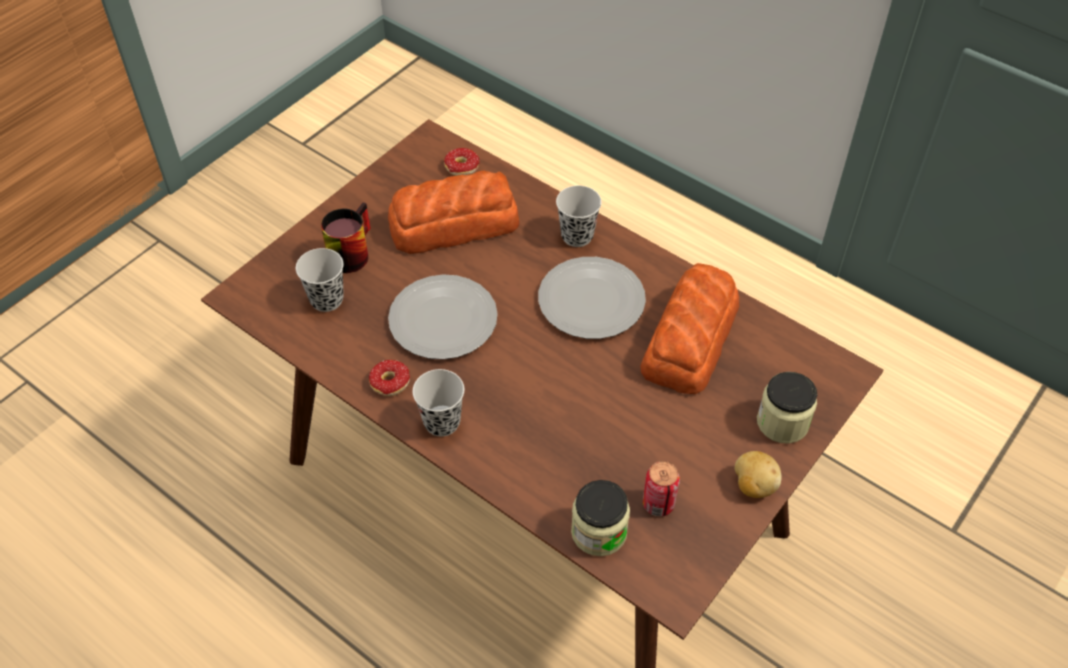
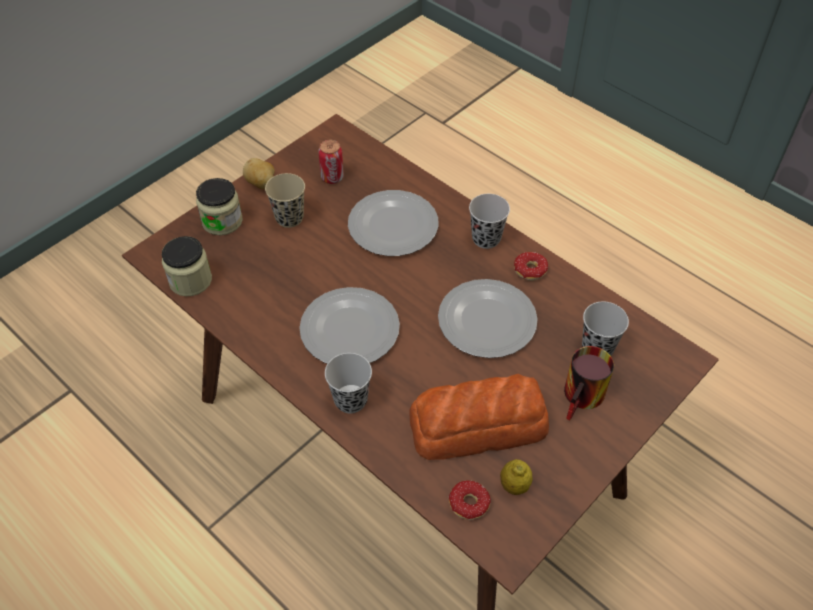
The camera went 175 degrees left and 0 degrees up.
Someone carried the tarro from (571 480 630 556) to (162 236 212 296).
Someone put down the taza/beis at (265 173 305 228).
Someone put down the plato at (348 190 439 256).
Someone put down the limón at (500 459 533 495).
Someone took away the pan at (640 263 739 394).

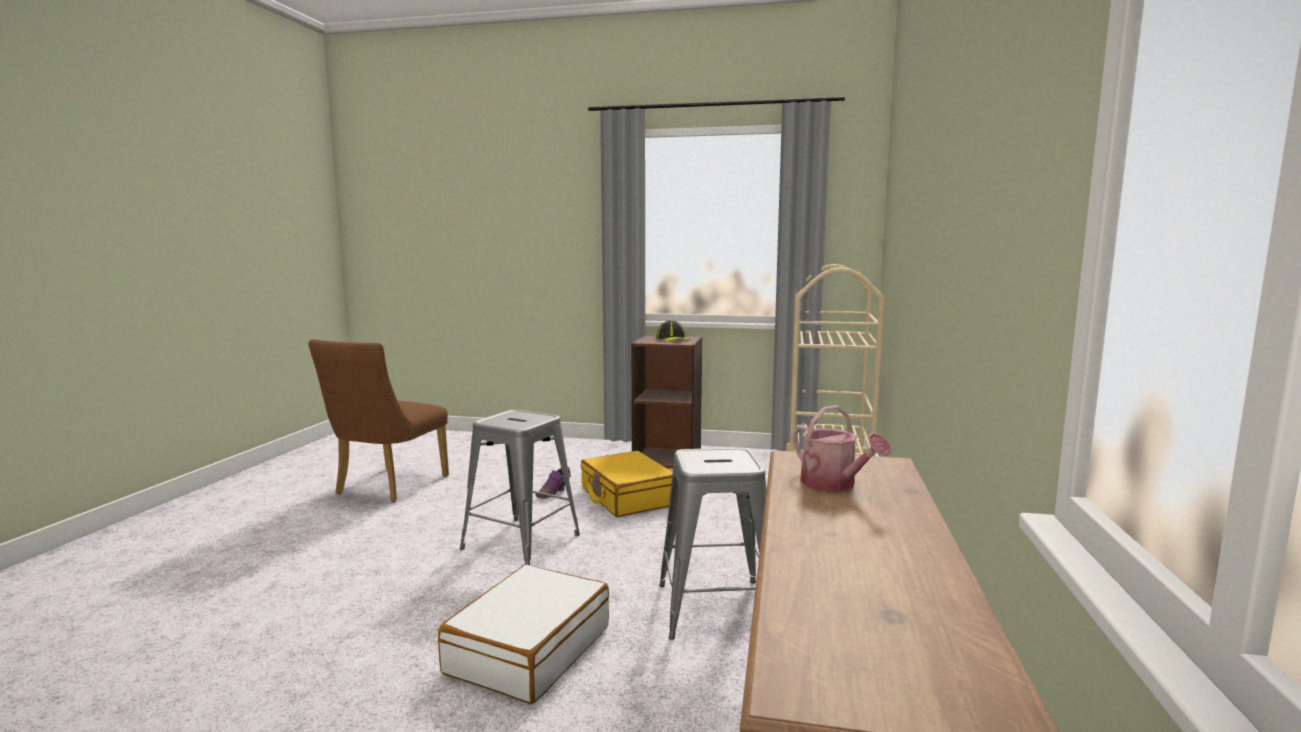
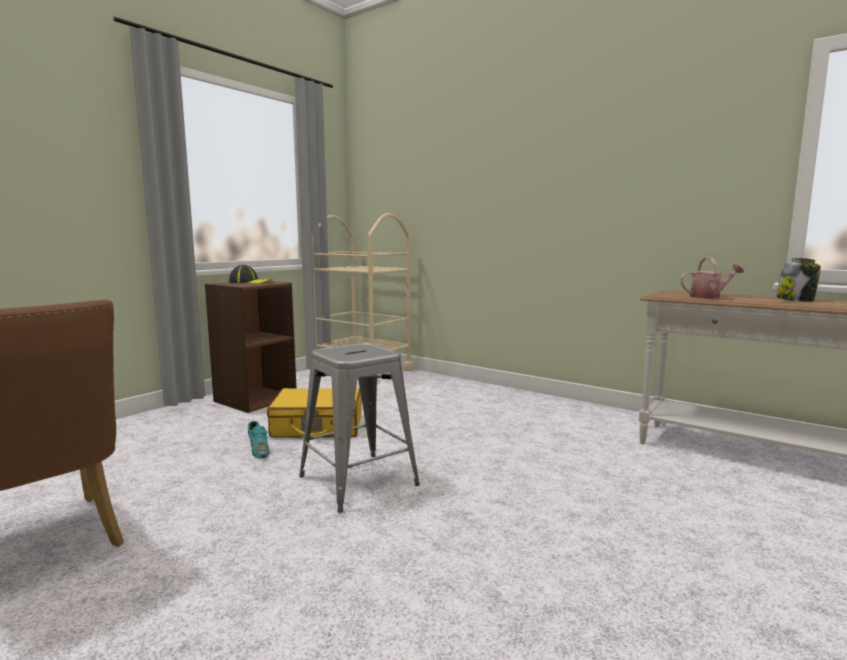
The camera went 65 degrees left and 0 degrees up.
Someone repainted the zapato/morado at (535 467 571 498), which became the zapato/turquesa at (248 421 270 459).
Someone put down the tarro at (777 258 821 302).
Someone took away the maleta/blanco at (438 564 609 704).
Someone took away the taburete/gris at (659 448 767 640).

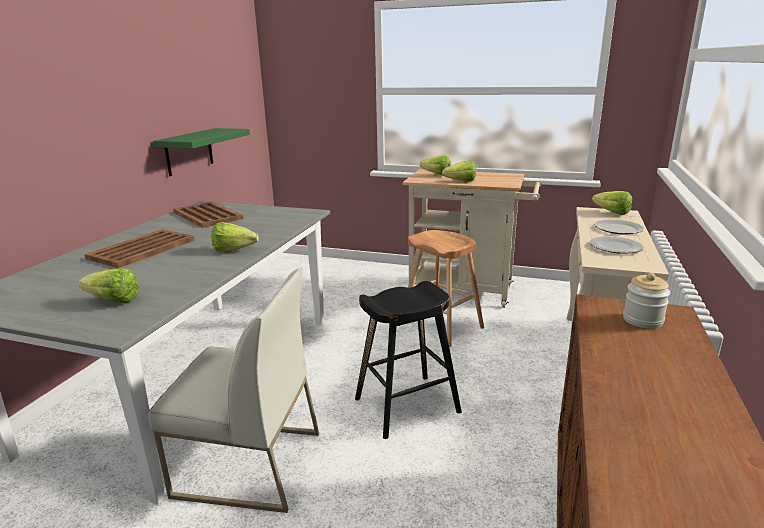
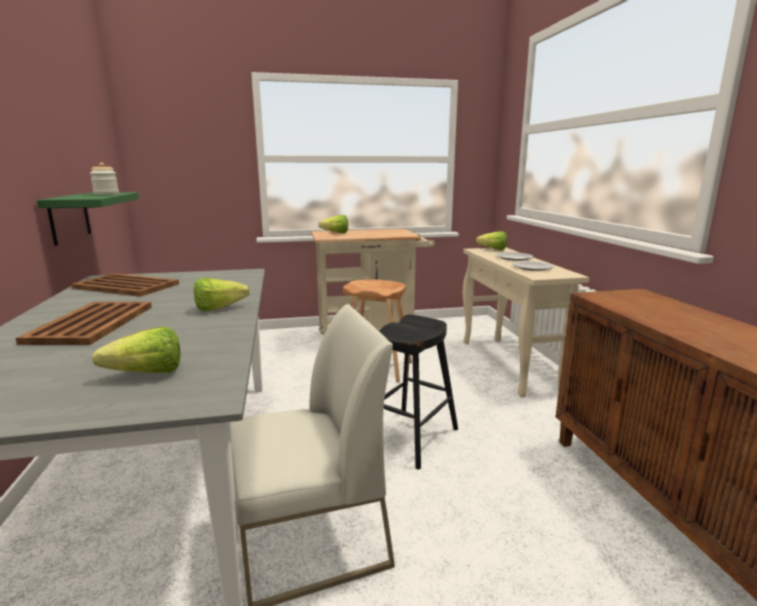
The camera went 30 degrees left and 5 degrees down.
Someone carried the tarro from (623 273 670 329) to (90 162 119 195).
Someone took away the lechuga at (442 161 476 182).

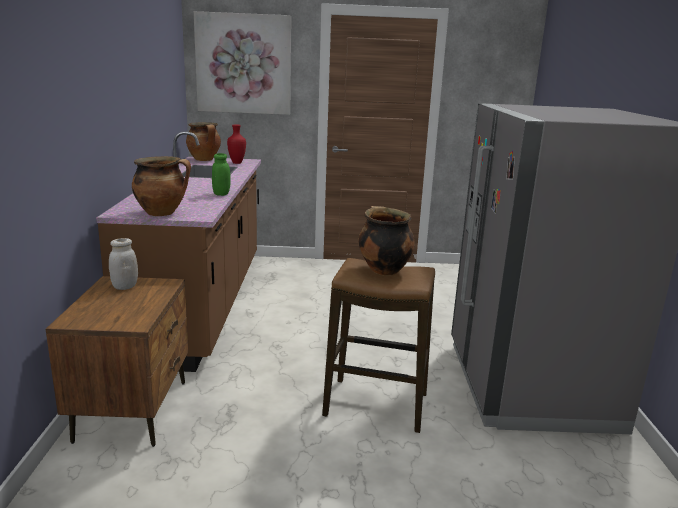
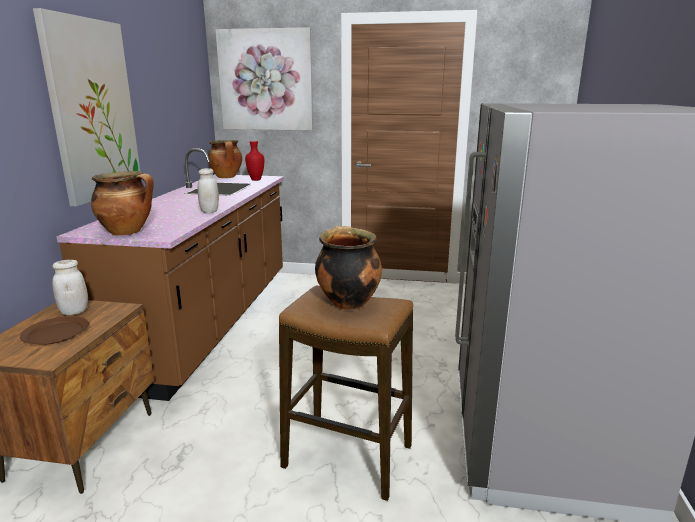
The camera went 10 degrees right and 0 degrees up.
Someone put down the plato/marrón at (20 316 89 345).
Someone put up the cuadro at (33 8 142 207).
Someone repainted the tarro/verde at (212 153 231 196), which became the tarro/blanco at (198 168 219 213).

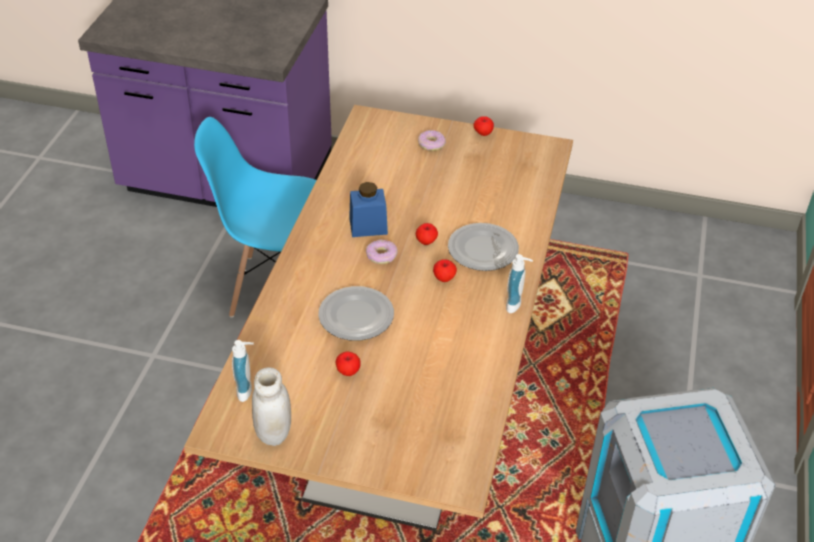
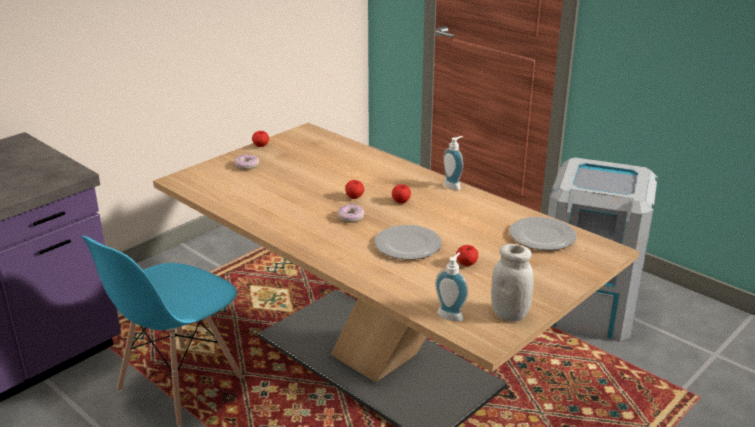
The camera went 60 degrees left and 15 degrees down.
Someone carried the plato from (448 223 519 271) to (509 217 577 250).
Someone took away the tarro/azul at (349 182 388 237).

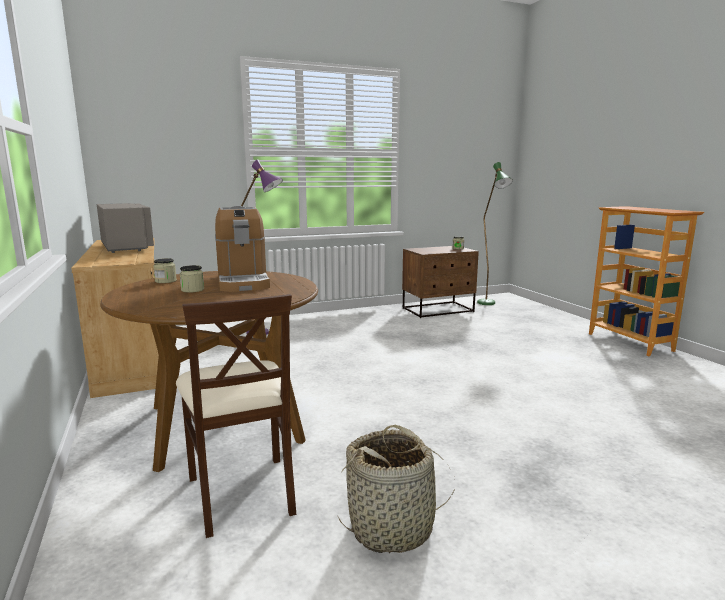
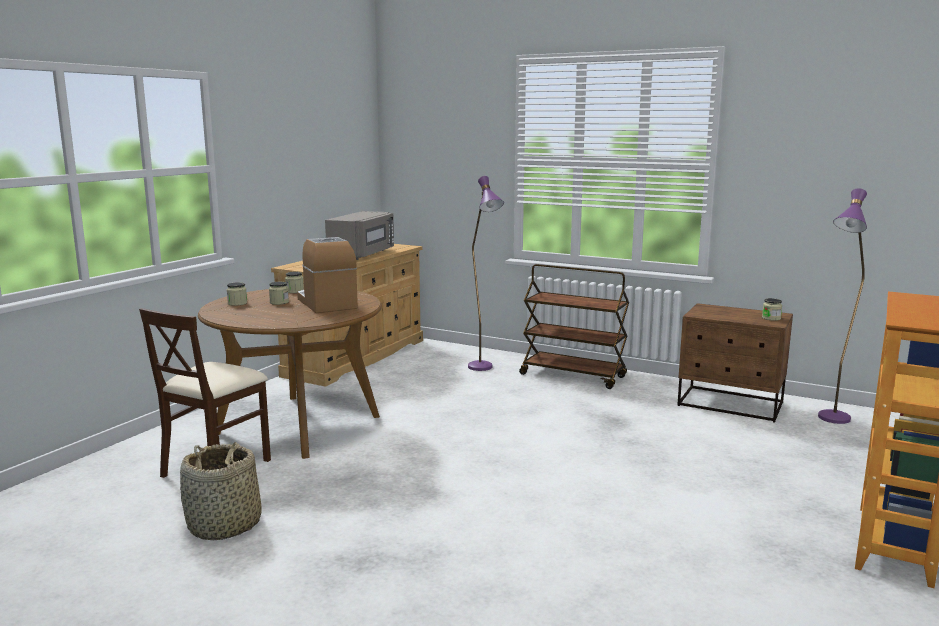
The camera went 50 degrees right and 0 degrees up.
Someone put down the tarro at (227 282 247 306).
Someone rotated the cafetera at (215 206 270 292) by 120 degrees clockwise.
Someone put down the carrito/marrón at (519 264 629 389).
Someone repainted the lámpara de pie/verde at (477 162 513 305), which became the lámpara de pie/morado at (818 188 867 424).

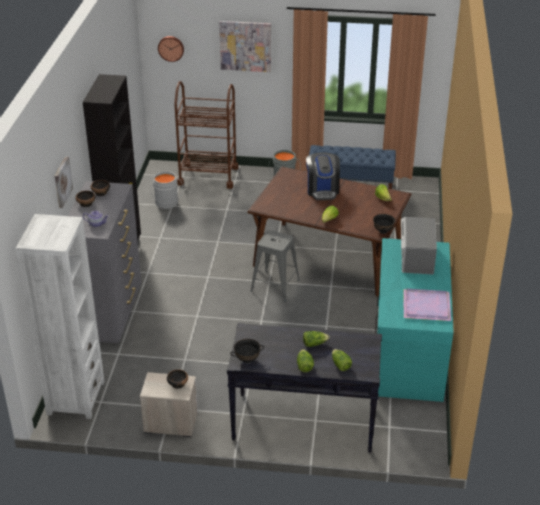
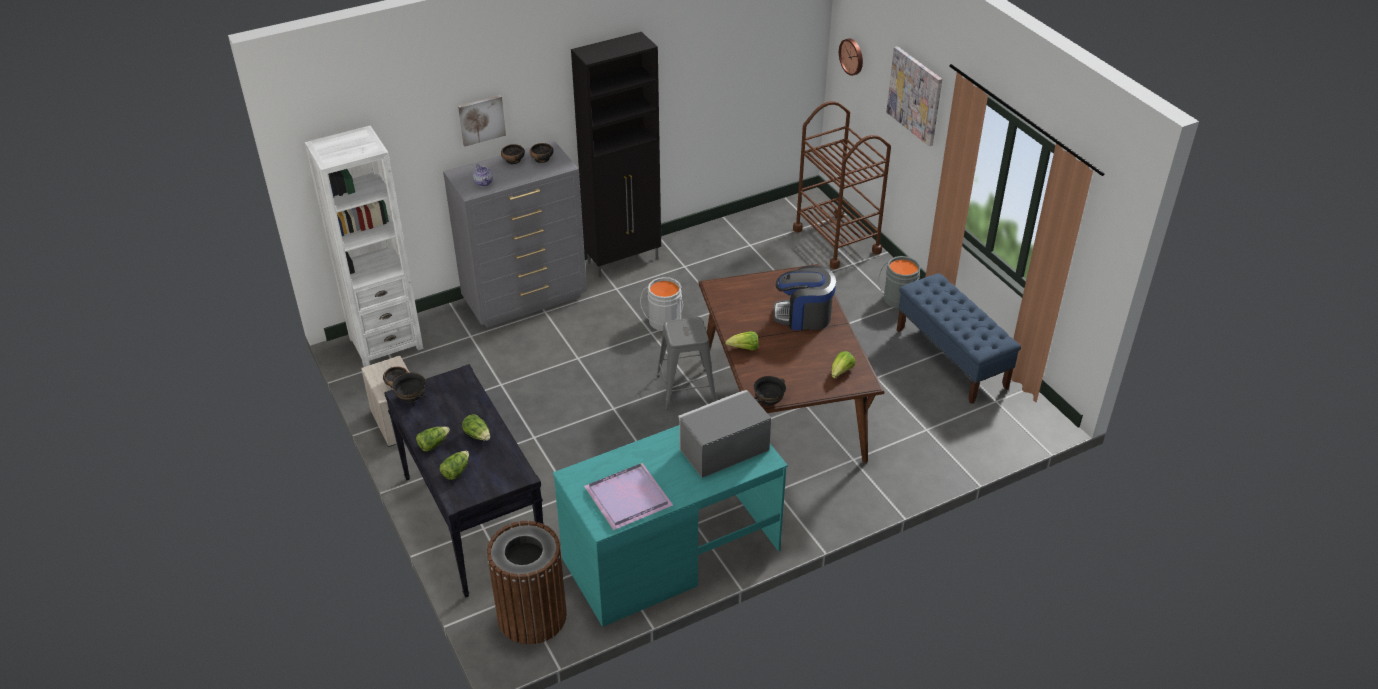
The camera went 55 degrees right and 5 degrees up.
Someone put down the papelera/marrón at (487 521 567 645).
Someone carried the cubo/gris from (151 171 183 209) to (640 277 683 331).
Someone rotated the cafetera at (306 152 340 200) by 45 degrees clockwise.

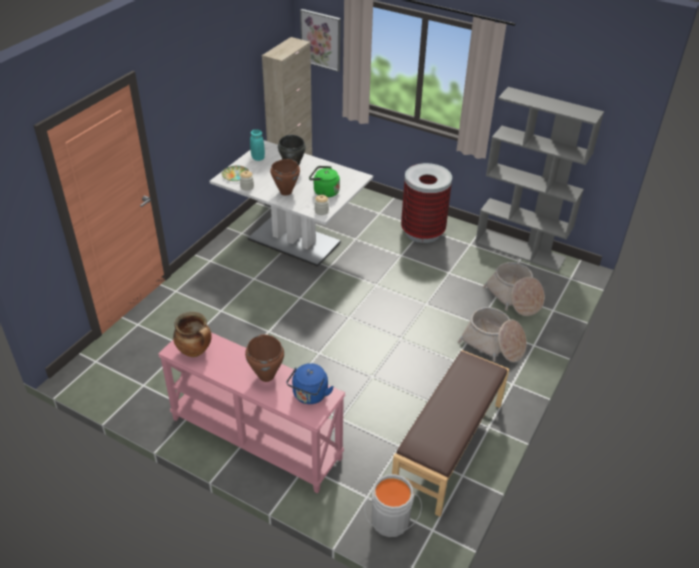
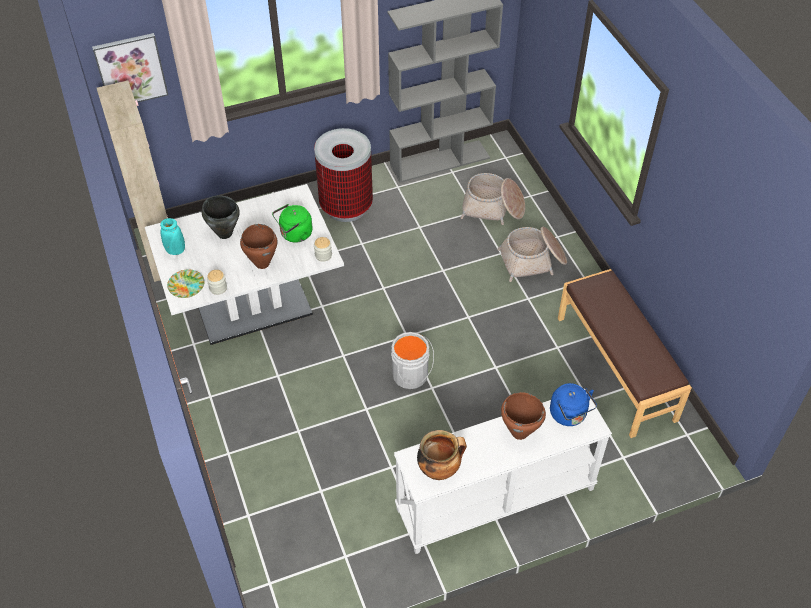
The camera went 50 degrees left and 10 degrees up.
Someone carried the cubo/gris from (364 474 422 537) to (391 332 434 389).
Someone repainted the mesa consola/rosa at (158 332 345 494), which became the mesa consola/blanco at (394 389 612 554).

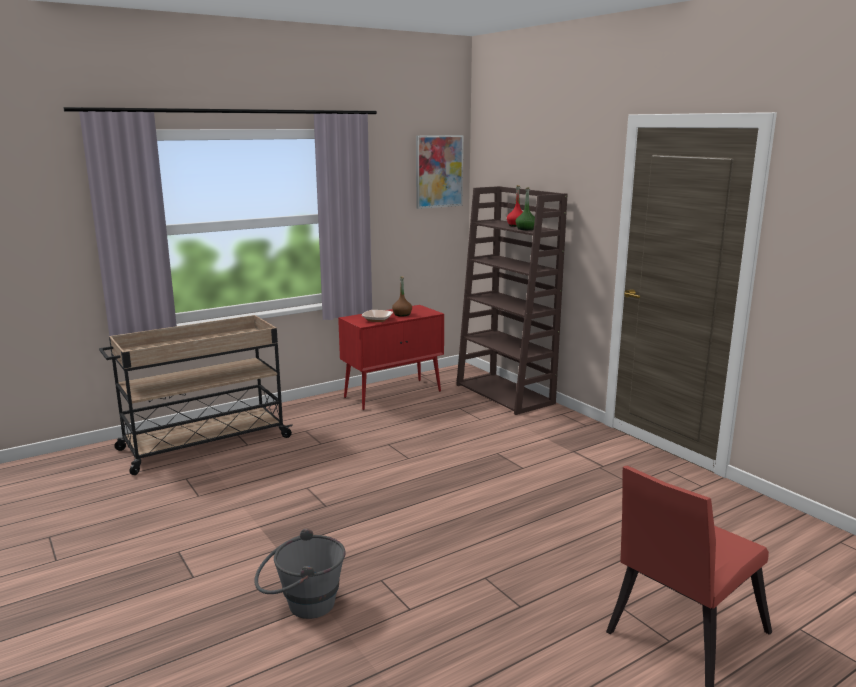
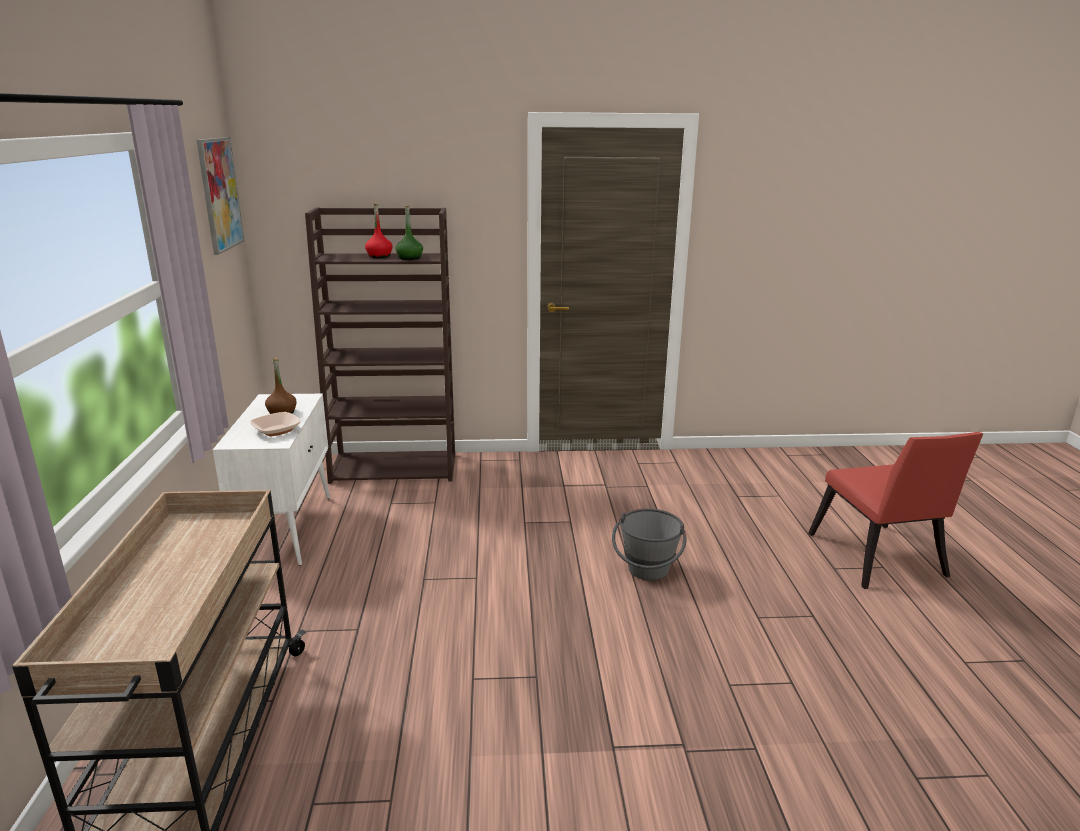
The camera went 60 degrees left and 5 degrees up.
Someone repainted the armario/rojo at (338 305 444 410), which became the armario/blanco at (213 394 330 565).
Someone carried the cubo/gris from (254 529 346 619) to (612 508 687 580).

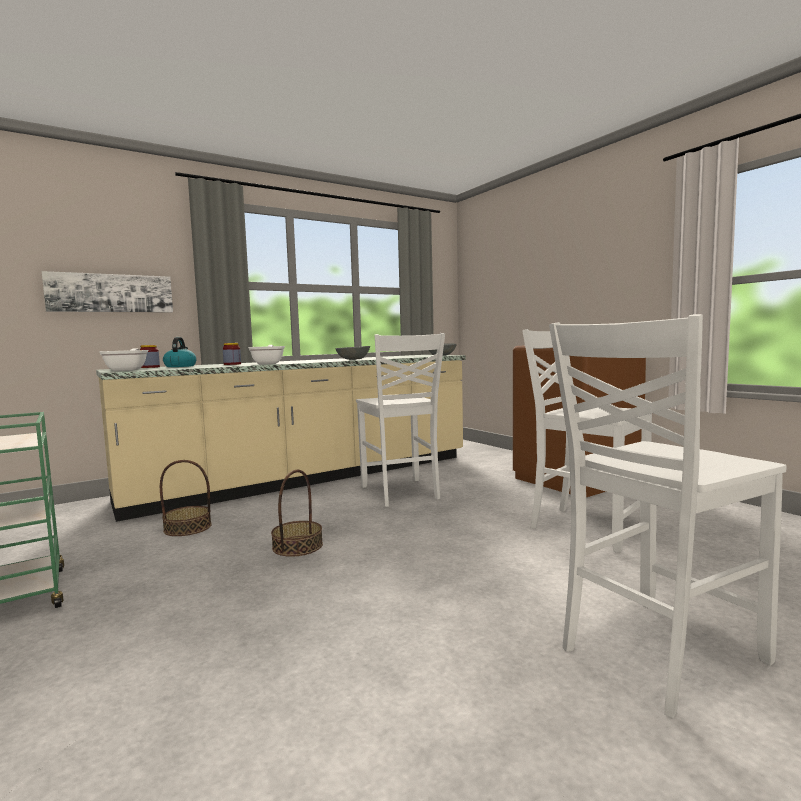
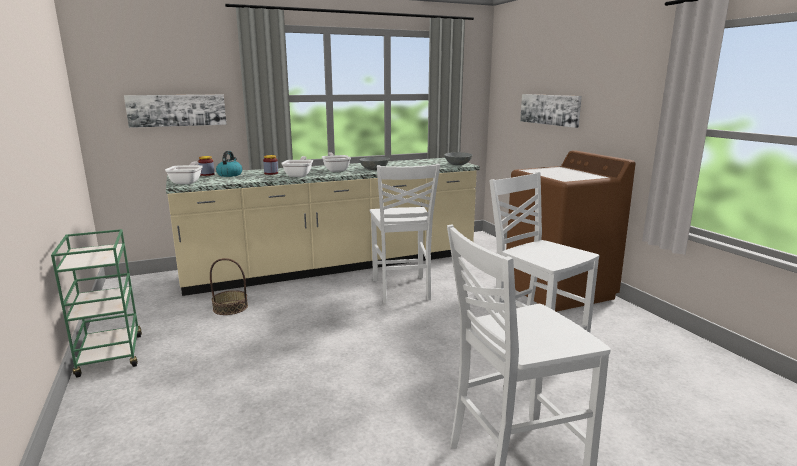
The camera went 10 degrees right and 10 degrees up.
Someone put down the sartén at (322 152 351 172).
Someone put up the cuadro at (520 94 582 128).
Someone took away the cesta at (271 470 323 557).

